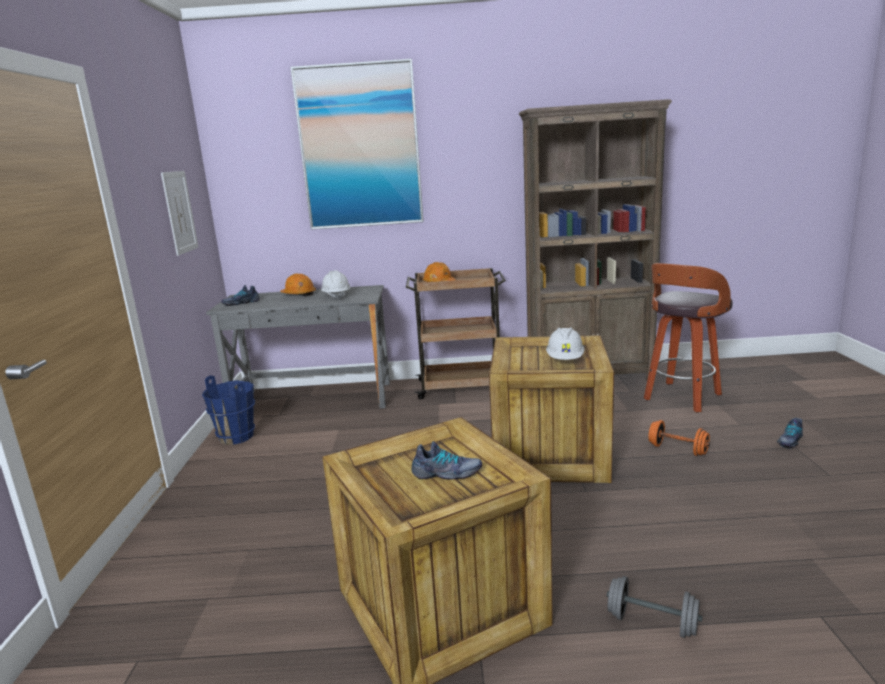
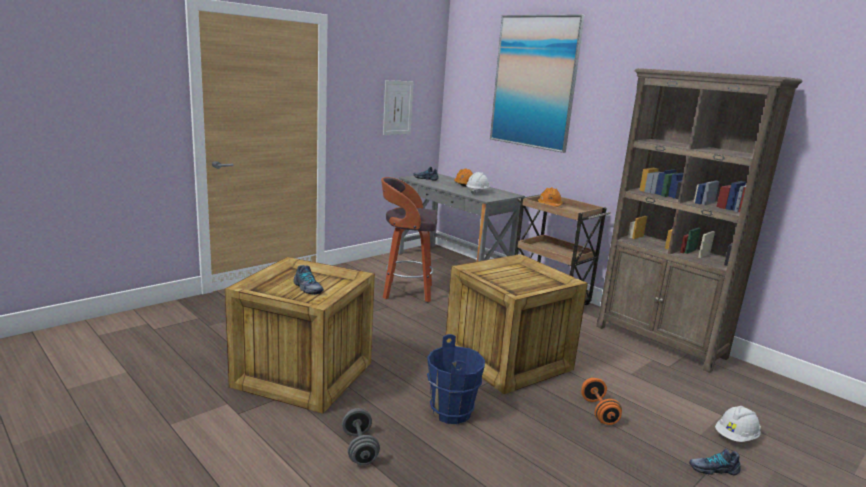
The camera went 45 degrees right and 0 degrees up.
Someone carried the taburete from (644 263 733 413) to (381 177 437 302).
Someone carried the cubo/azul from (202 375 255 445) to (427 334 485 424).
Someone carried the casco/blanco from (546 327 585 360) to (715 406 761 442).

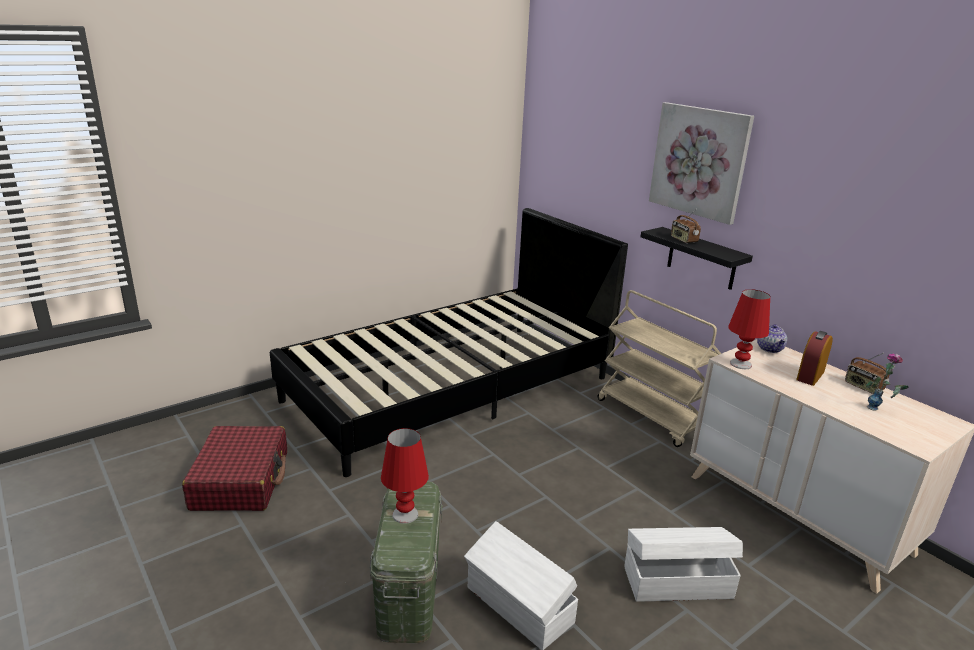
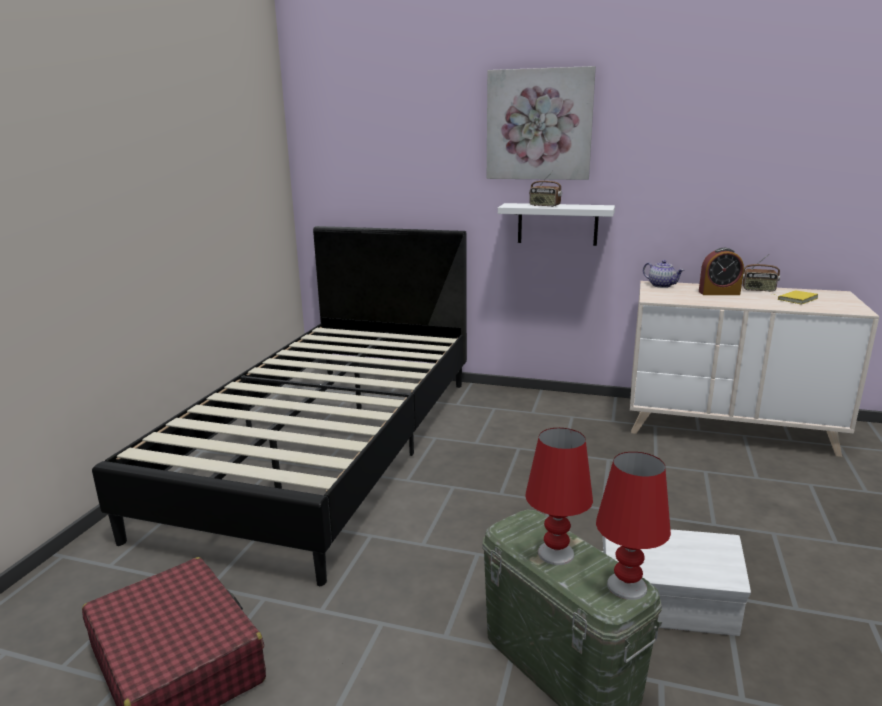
The camera went 35 degrees left and 5 degrees down.
Someone repainted the estante/negro at (641 227 753 290), which became the estante/blanco at (498 203 615 246).
Someone carried the lámpara de mesa/rojo from (728 289 770 369) to (596 452 671 600).
Someone rotated the despertador at (796 331 833 386) by 90 degrees counterclockwise.
Someone swapped the florero at (866 353 909 411) for the libro/amarillo at (777 290 818 304).
Someone took away the carrito/beis at (597 290 721 447).
Someone took away the caja de almacenaje/blanco at (624 527 743 602).

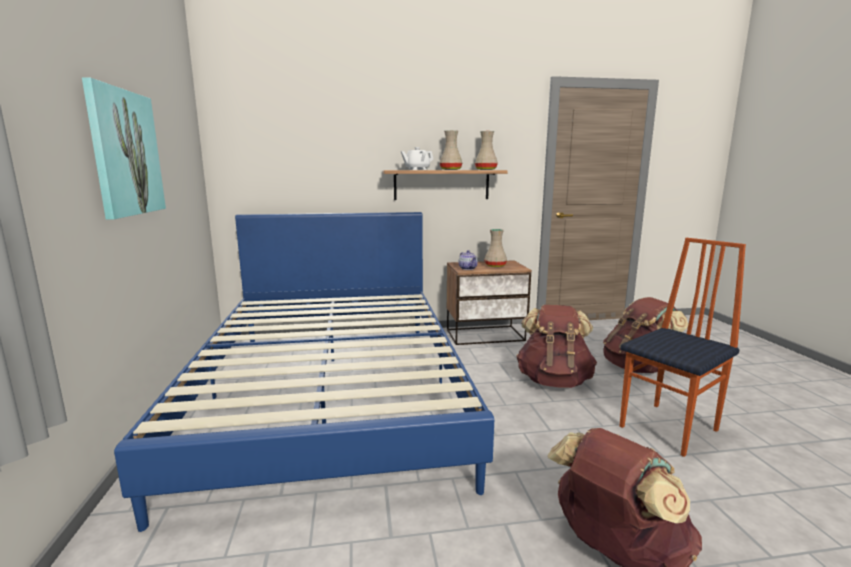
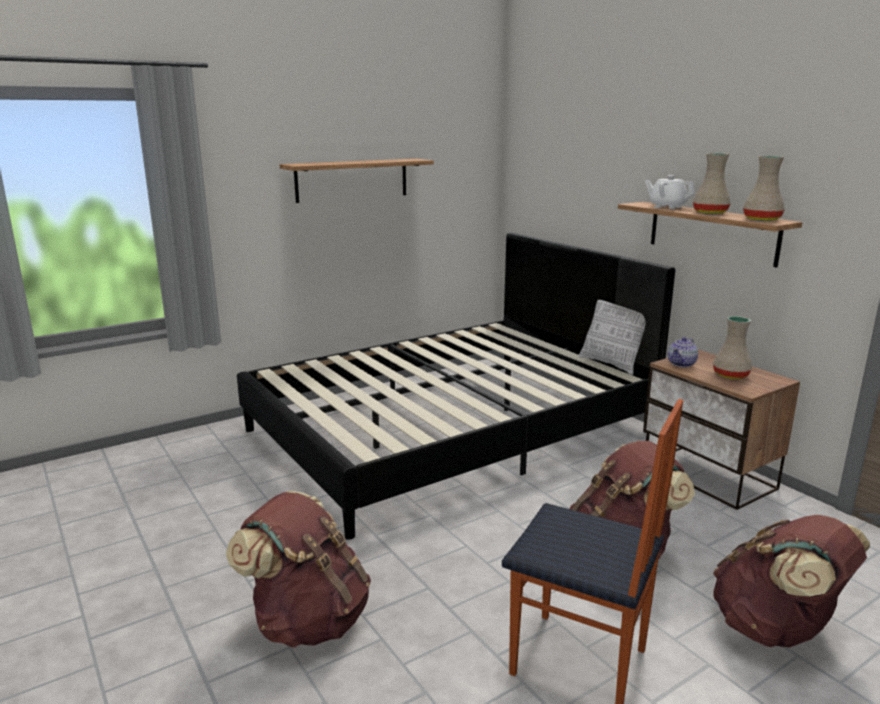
The camera went 65 degrees right and 5 degrees up.
Someone repainted the cama/azul at (114 212 494 532), which became the cama/negro at (237 233 675 540).
Someone swapped the cuadro at (82 77 166 220) for the estante at (280 159 434 203).
Someone put down the cojín at (579 300 645 376).

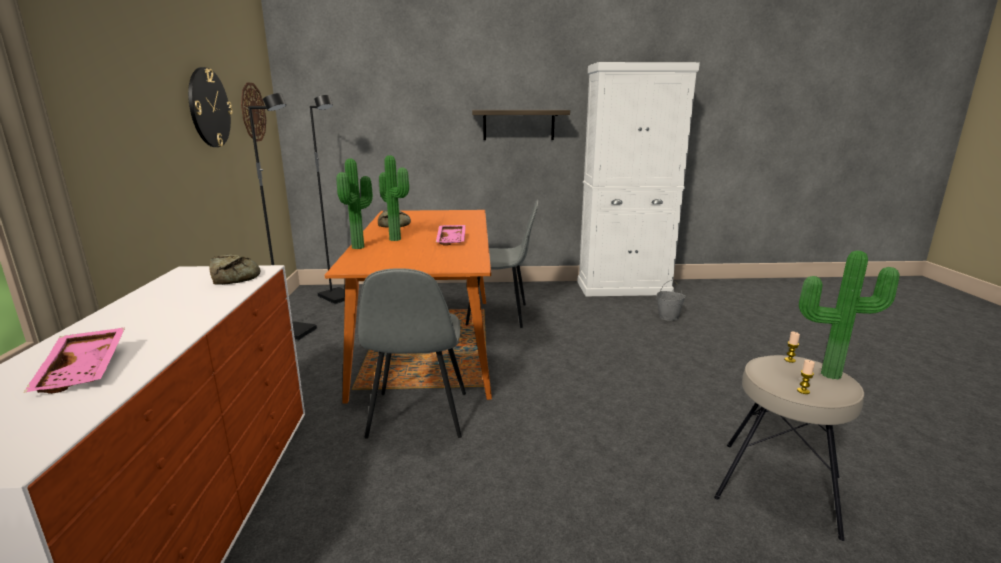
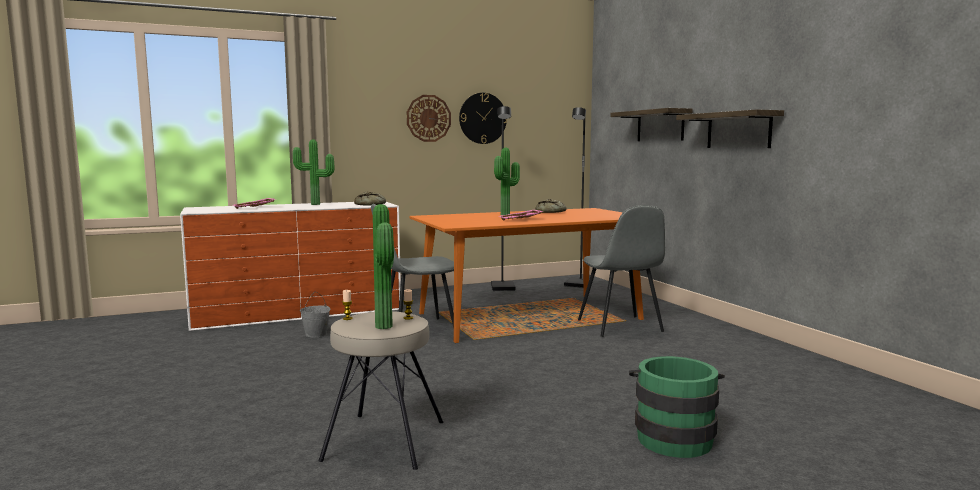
The camera went 70 degrees right and 10 degrees down.
Someone carried the planta en maceta from (336 159 373 249) to (293 139 335 205).
Someone carried the cubo/gris from (656 280 685 321) to (300 292 331 338).
Someone carried the reloj de pared from (241 82 266 142) to (407 95 451 142).
Someone put up the estante at (610 108 693 141).
Someone put down the cubo/verde at (629 356 725 458).
Someone took away the armario/blanco at (577 62 700 296).

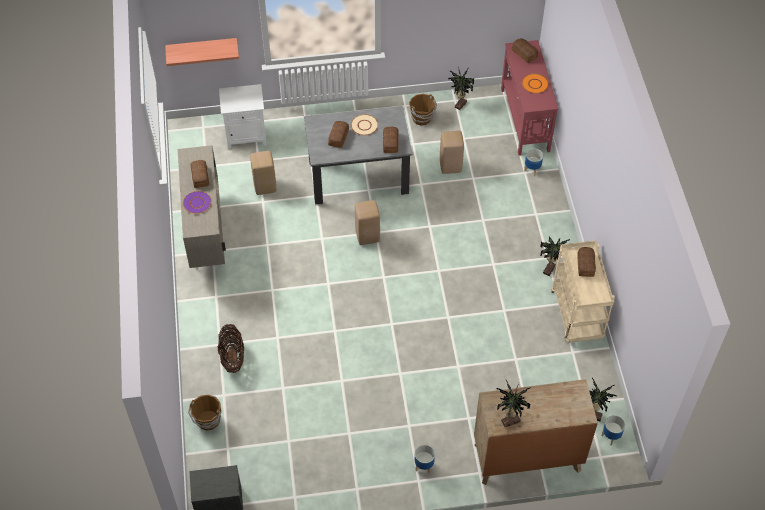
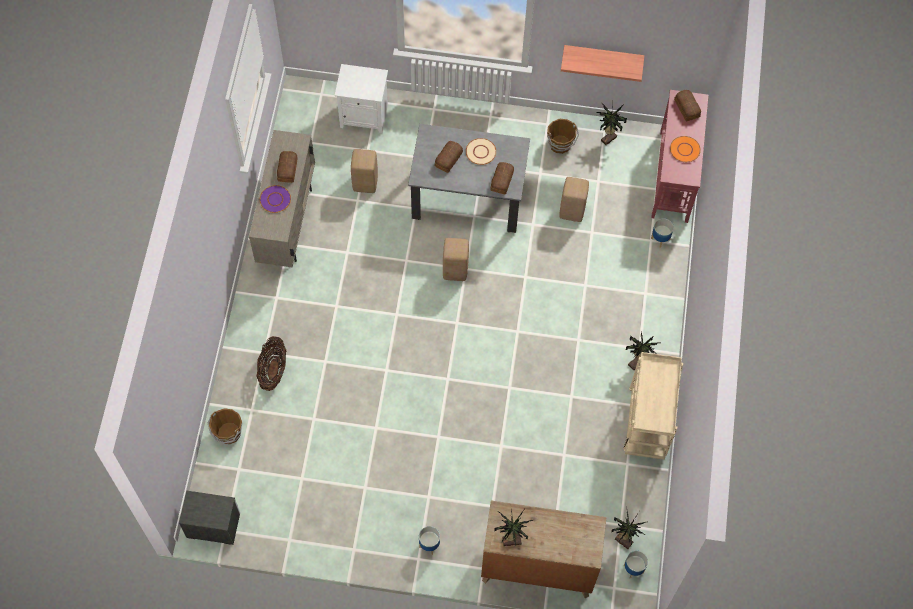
The camera went 15 degrees right and 10 degrees up.
Someone carried the estante from (165 38 239 66) to (561 45 644 82).
Someone took away the pan at (577 247 596 277).

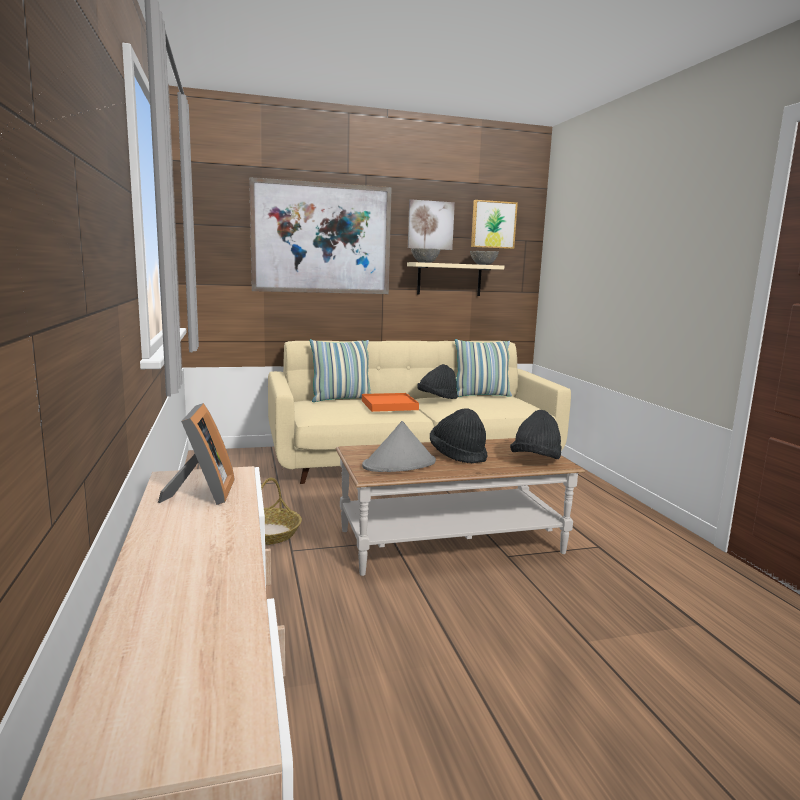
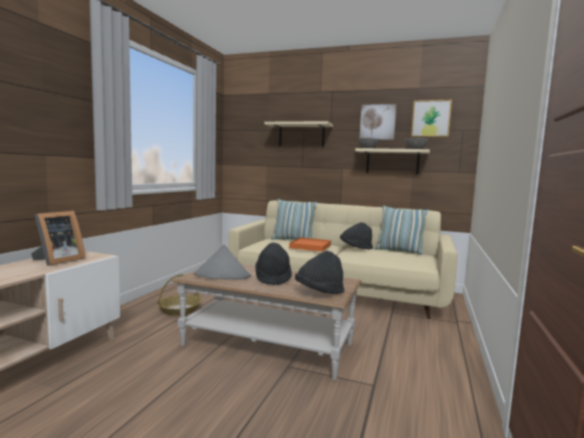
The camera went 35 degrees right and 5 degrees down.
Someone swapped the cuadro at (249 177 392 294) for the estante/beis at (264 121 333 147).

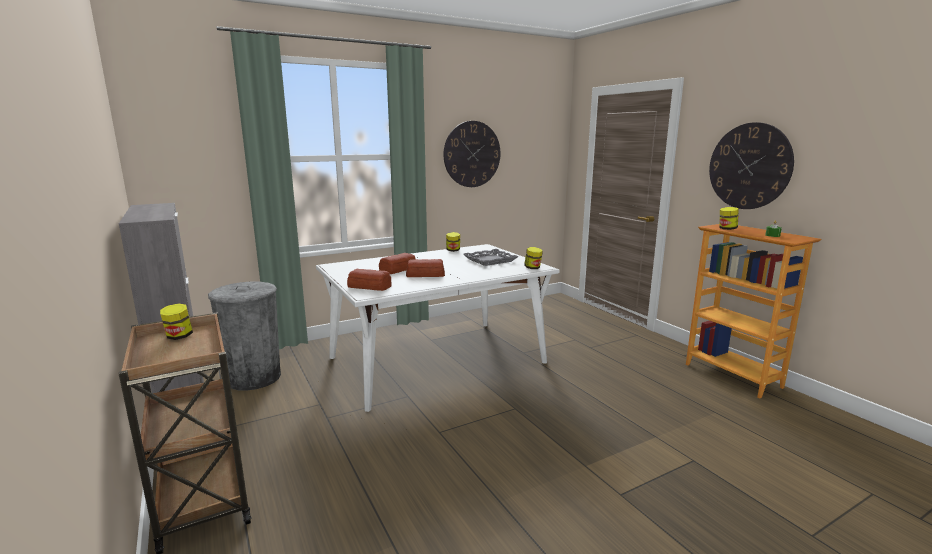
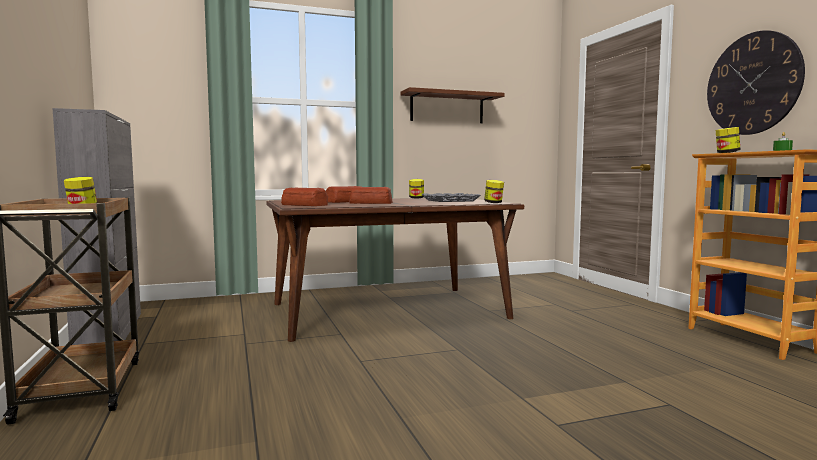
The camera went 10 degrees right and 10 degrees down.
Someone repainted the mesa de comedor/blanco at (316 244 559 412), which became the mesa de comedor/marrón at (266 198 524 342).
Someone swapped the reloj de pared at (444 121 500 187) for the estante/marrón at (400 87 504 123).
Someone took away the papelera/gris at (208 282 281 391).

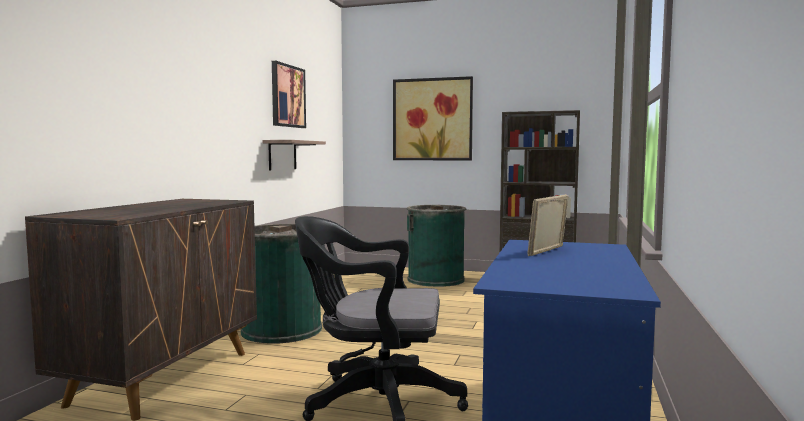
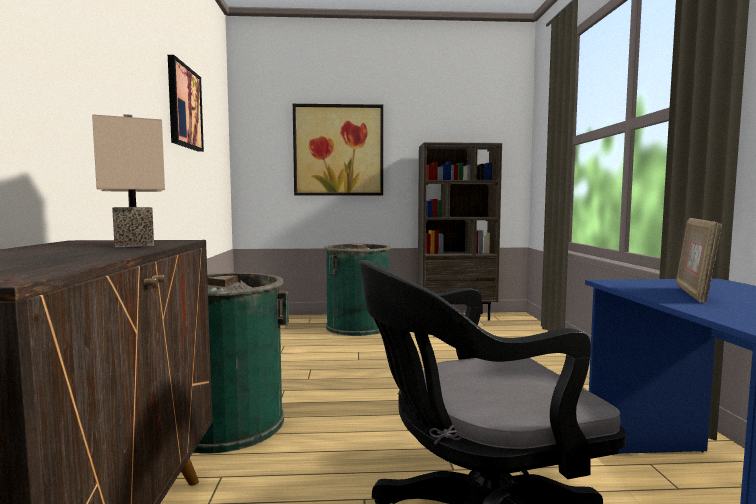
The camera went 20 degrees left and 0 degrees up.
Someone put down the lámpara de mesa/beis at (92 114 165 247).
Someone took away the estante at (262 140 326 171).

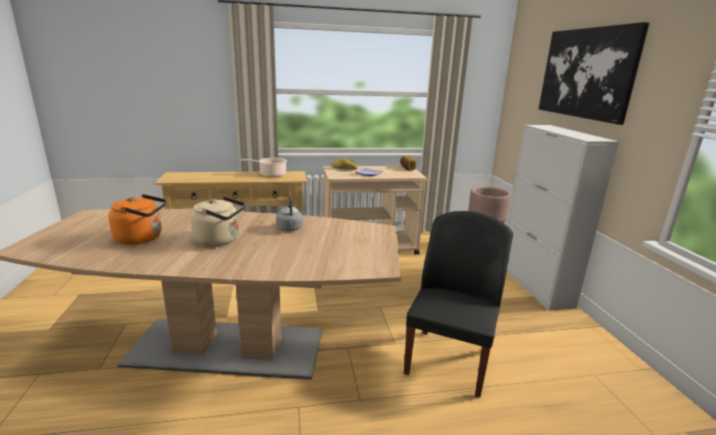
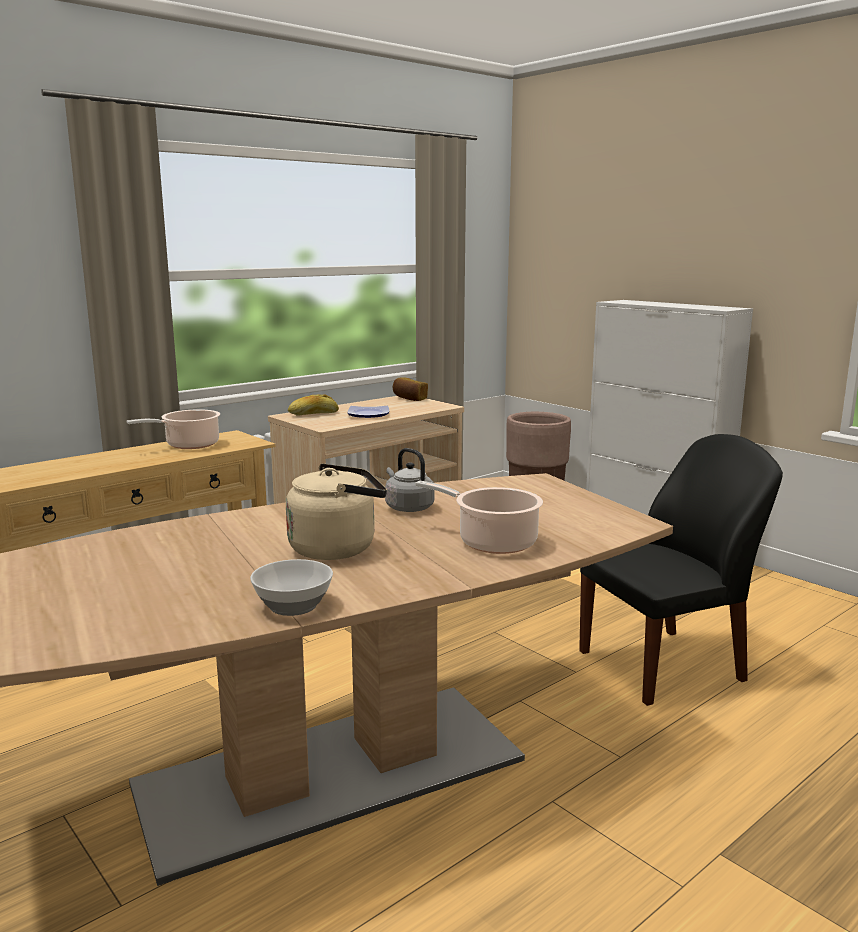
The camera went 30 degrees left and 5 degrees down.
Someone put down the cuenco at (250 559 333 616).
Someone put down the olla at (415 481 543 554).
Someone rotated the silla/negro at (404 211 513 398) by 75 degrees clockwise.
Someone took away the hervidor/naranja at (108 194 167 245).
Someone took away the cuadro at (539 22 649 125).

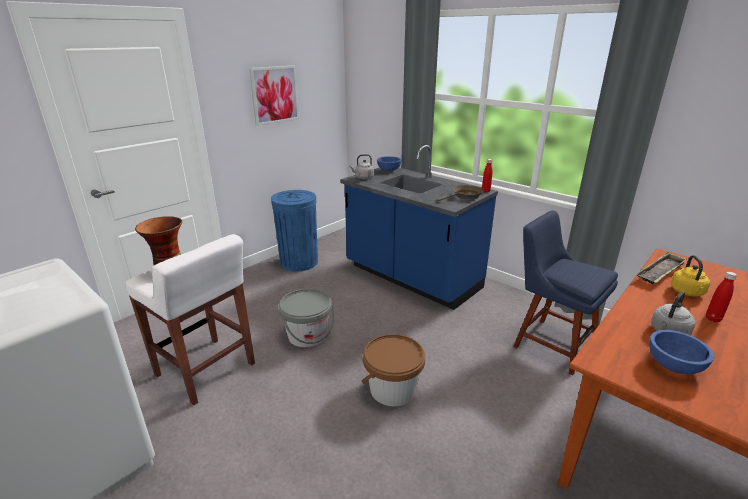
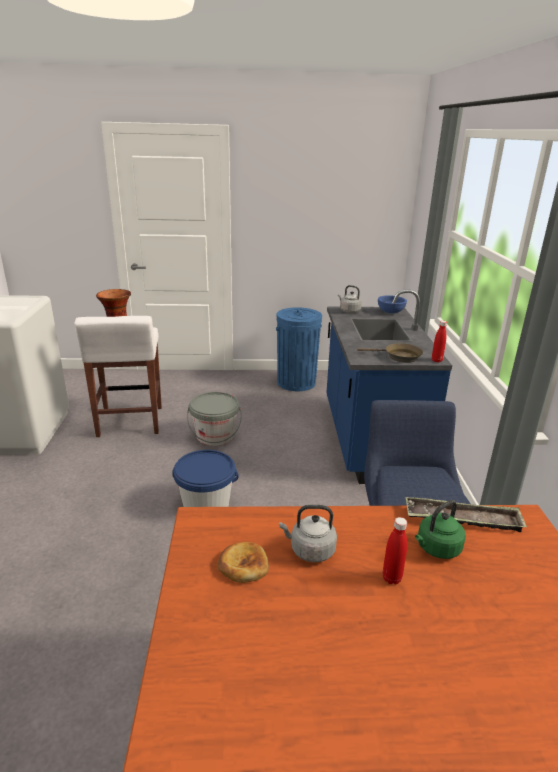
The camera went 45 degrees right and 0 degrees up.
Someone repainted the cubo/marrón at (362 334 425 406), which became the cubo/azul at (172 450 239 507).
Someone swapped the cuenco/azul at (649 330 715 374) for the pan at (218 542 269 583).
Someone repainted the hervidor/amarillo at (671 255 710 296), which became the hervidor/verde at (415 500 466 559).
Someone took away the cuadro at (249 65 299 126).

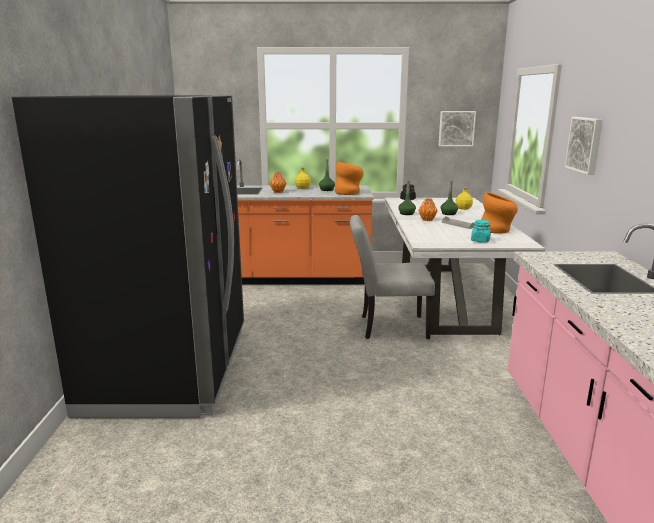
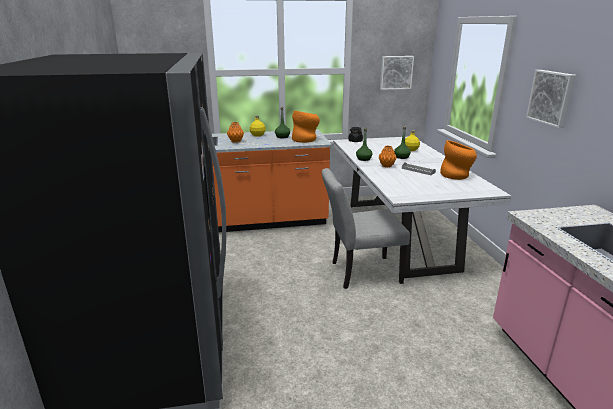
The camera went 10 degrees left and 5 degrees up.
Someone took away the tarro/turquesa at (471 220 491 243).

